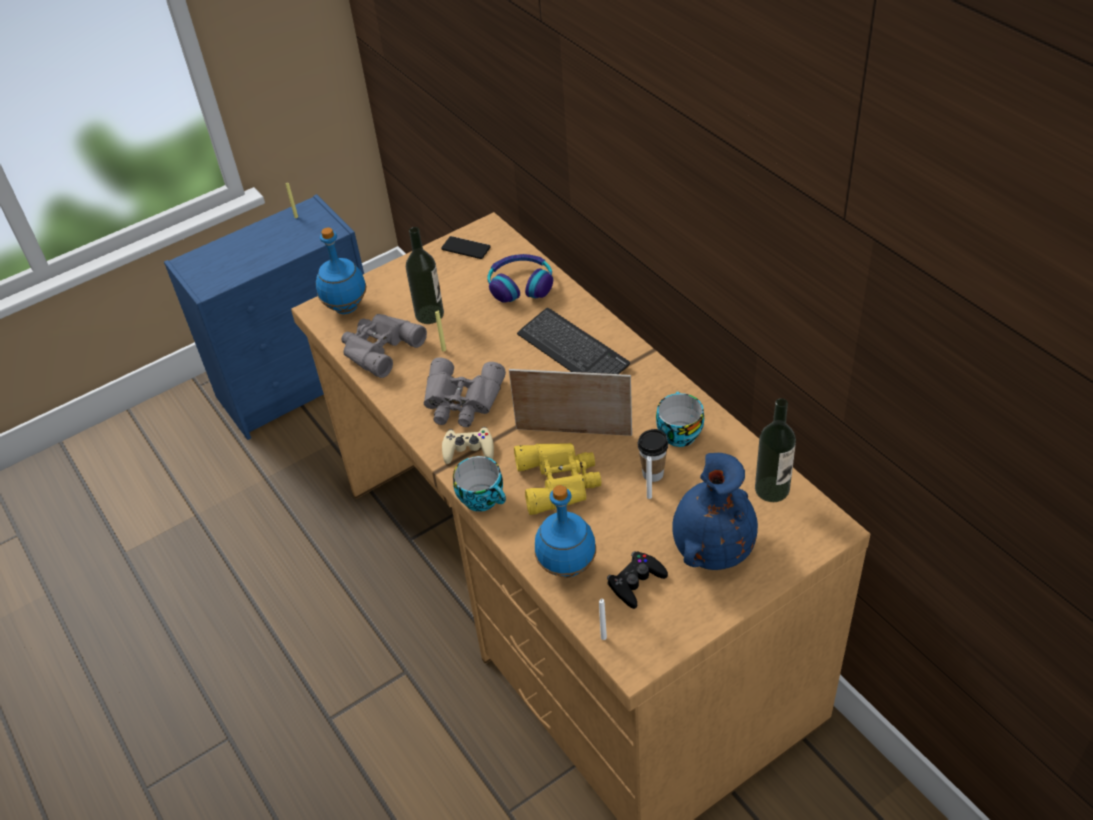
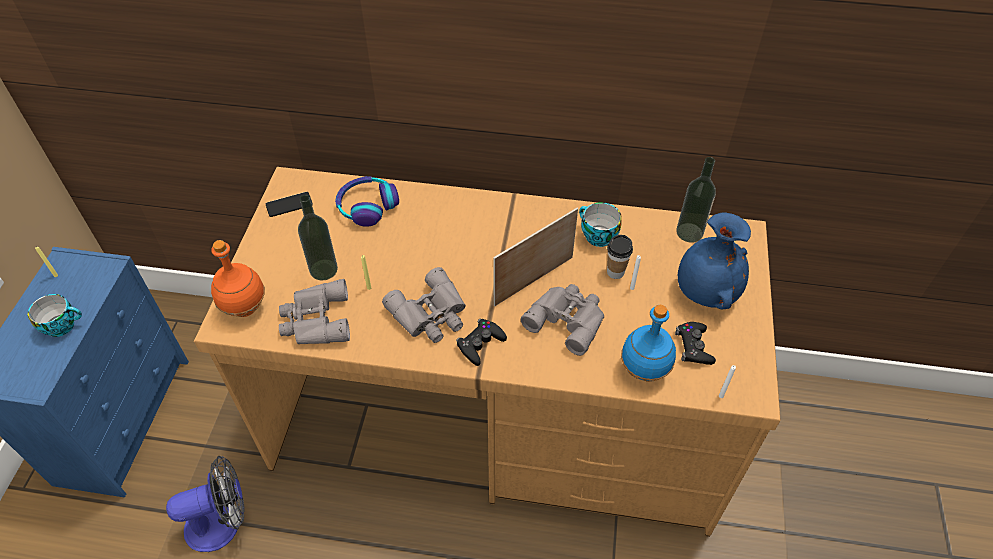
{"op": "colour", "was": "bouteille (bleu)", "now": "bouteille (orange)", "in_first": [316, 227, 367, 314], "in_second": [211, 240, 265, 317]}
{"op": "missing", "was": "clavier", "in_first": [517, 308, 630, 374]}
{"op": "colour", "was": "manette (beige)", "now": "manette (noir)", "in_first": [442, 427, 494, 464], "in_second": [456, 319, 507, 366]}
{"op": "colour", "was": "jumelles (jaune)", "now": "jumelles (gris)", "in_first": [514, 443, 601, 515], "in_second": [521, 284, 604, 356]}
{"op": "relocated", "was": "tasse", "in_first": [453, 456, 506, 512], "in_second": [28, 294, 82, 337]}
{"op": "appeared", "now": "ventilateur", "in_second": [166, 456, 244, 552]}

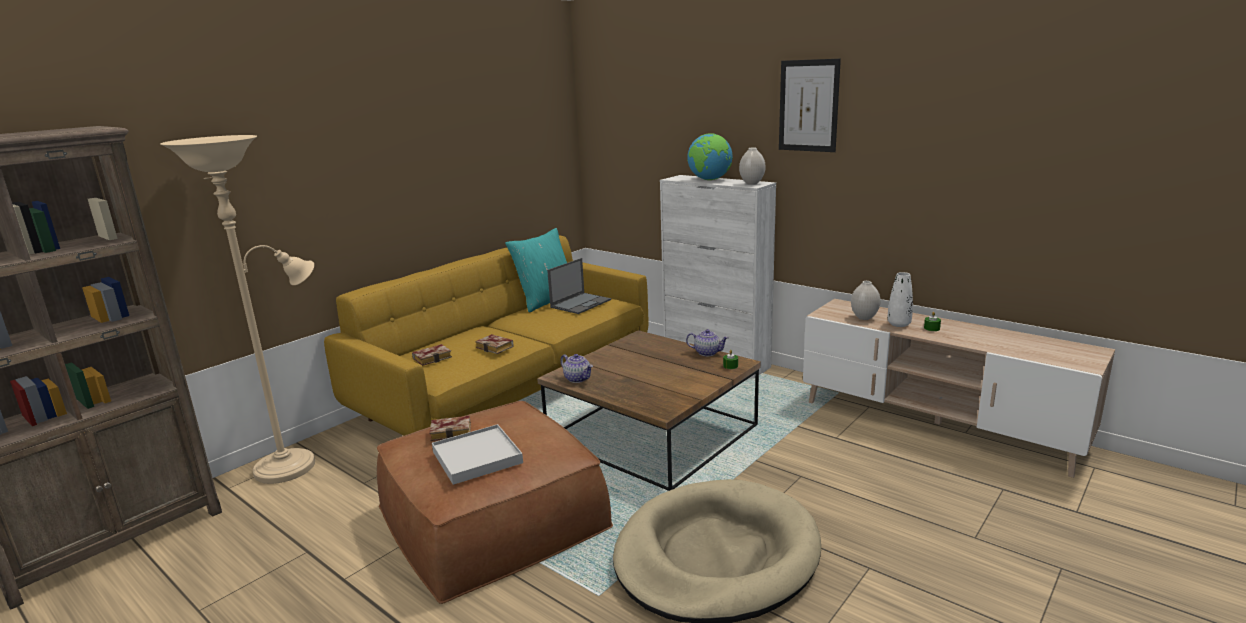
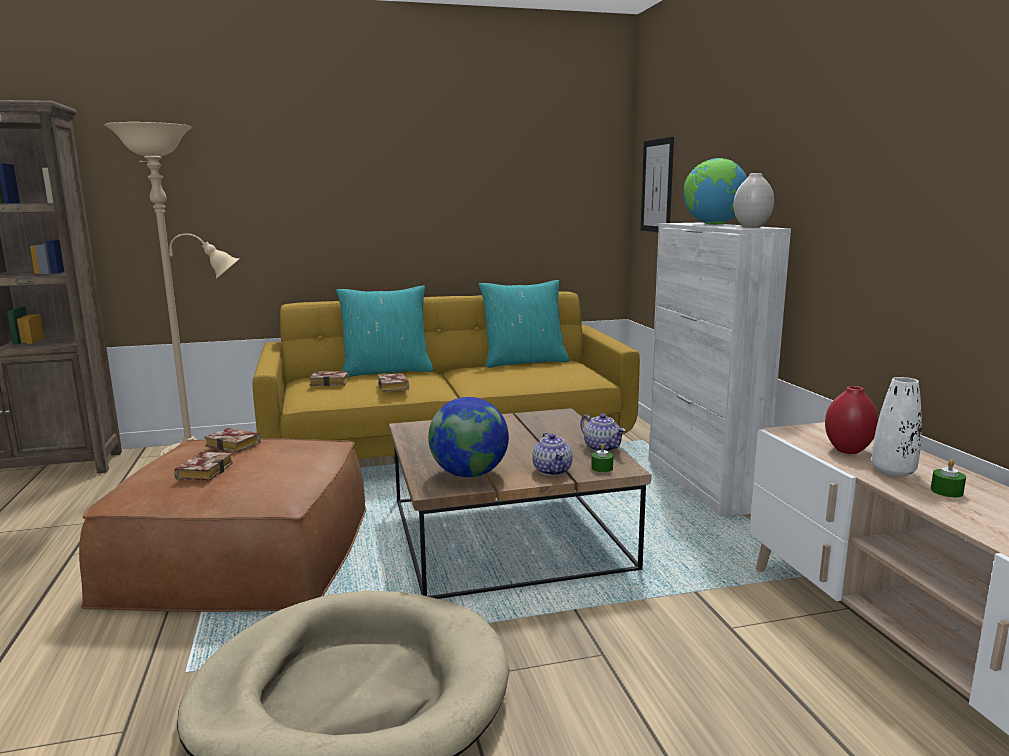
{"op": "relocated", "was": "tableau", "in_first": [779, 59, 841, 152], "in_second": [641, 137, 674, 232]}
{"op": "missing", "was": "ordinateur portable", "in_first": [547, 258, 611, 314]}
{"op": "colour", "was": "vase (blanc)", "now": "vase (rouge)", "in_first": [851, 281, 881, 320], "in_second": [825, 386, 879, 454]}
{"op": "relocated", "was": "théière", "in_first": [560, 354, 593, 383], "in_second": [532, 433, 573, 476]}
{"op": "exchanged", "was": "plateau (blanc)", "now": "livre", "in_first": [432, 424, 523, 485], "in_second": [174, 452, 233, 481]}
{"op": "appeared", "now": "coussin (turquoise)", "in_second": [336, 286, 433, 377]}
{"op": "appeared", "now": "globe", "in_second": [428, 397, 509, 477]}

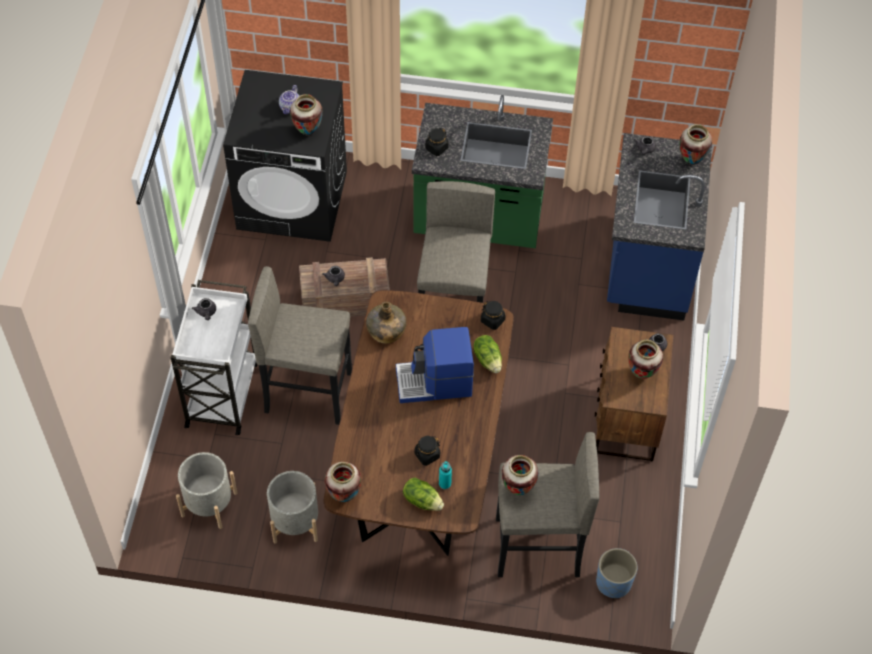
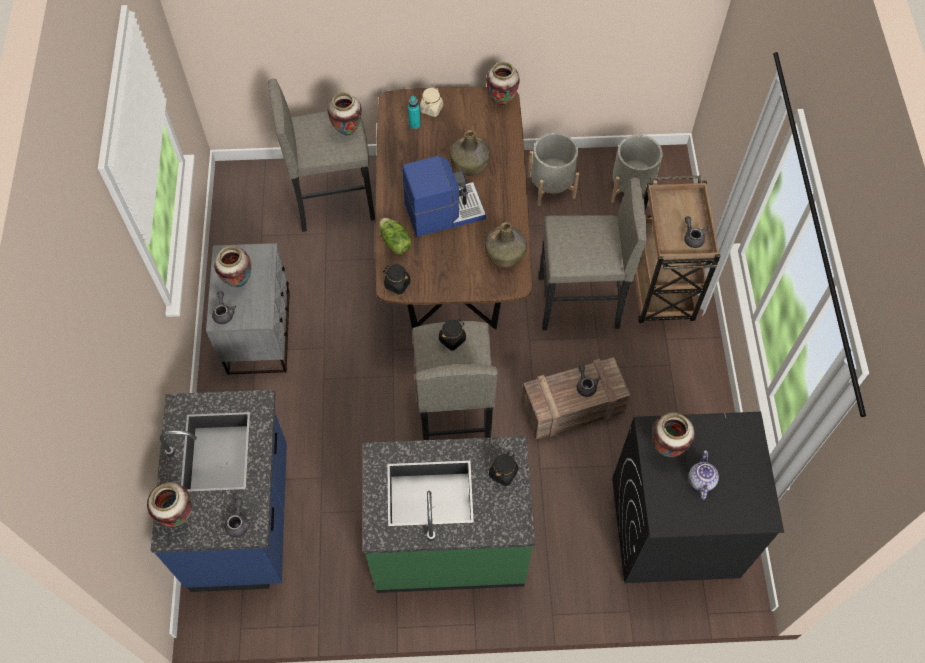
{"op": "colour", "was": "chariot (blanc)", "now": "chariot (marron)", "in_first": [170, 280, 257, 435], "in_second": [635, 176, 721, 323]}
{"op": "colour", "was": "table de chevet (marron)", "now": "table de chevet (gris)", "in_first": [595, 327, 673, 461], "in_second": [206, 243, 290, 375]}
{"op": "relocated", "was": "bocal (noir)", "in_first": [414, 436, 440, 466], "in_second": [439, 320, 466, 350]}
{"op": "exchanged", "was": "laitue", "now": "bocal (beige)", "in_first": [403, 478, 444, 511], "in_second": [420, 87, 443, 117]}
{"op": "missing", "was": "cache-pot (bleu)", "in_first": [596, 548, 637, 598]}
{"op": "appeared", "now": "bouteille (vert)", "in_second": [450, 130, 490, 176]}

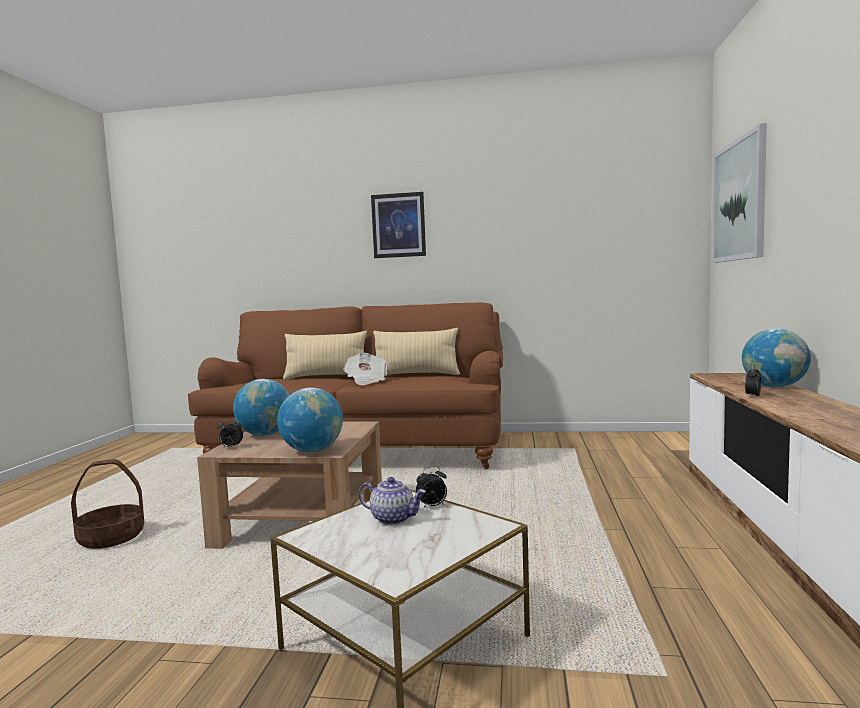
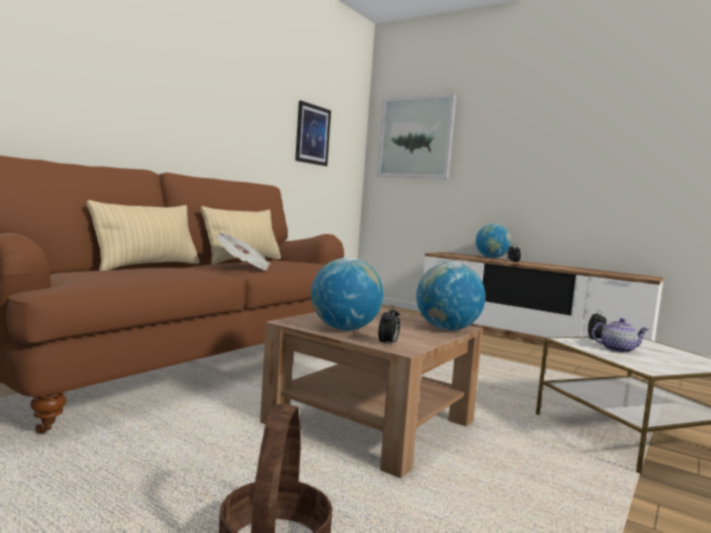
{"op": "relocated", "was": "tableau", "in_first": [371, 192, 426, 258], "in_second": [295, 101, 331, 166]}
{"op": "spun", "was": "théière", "in_first": [359, 477, 426, 525], "in_second": [592, 318, 649, 353], "clockwise": 45}

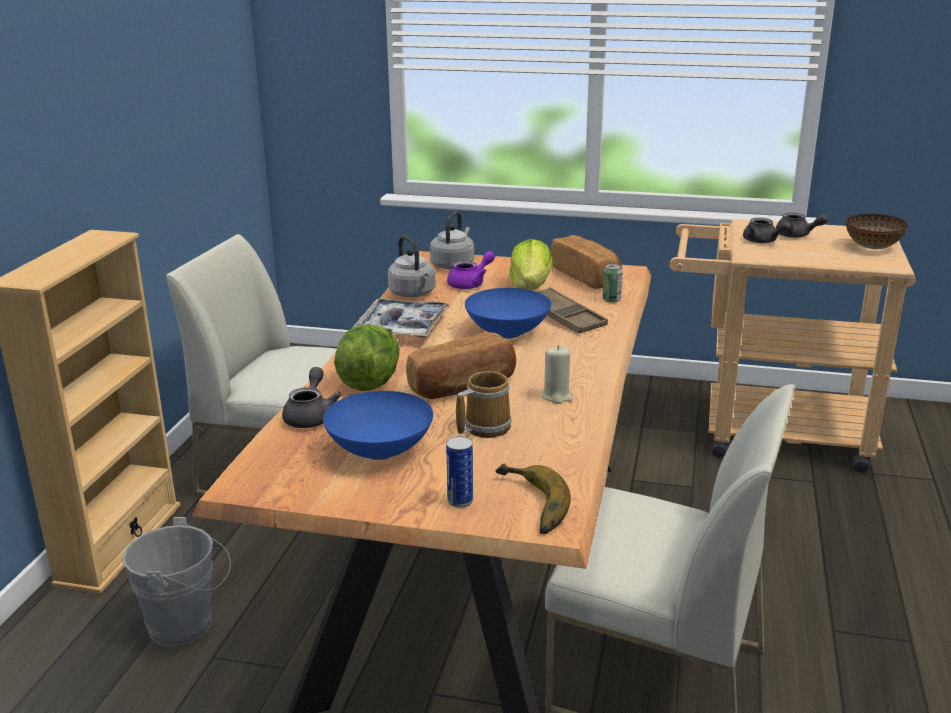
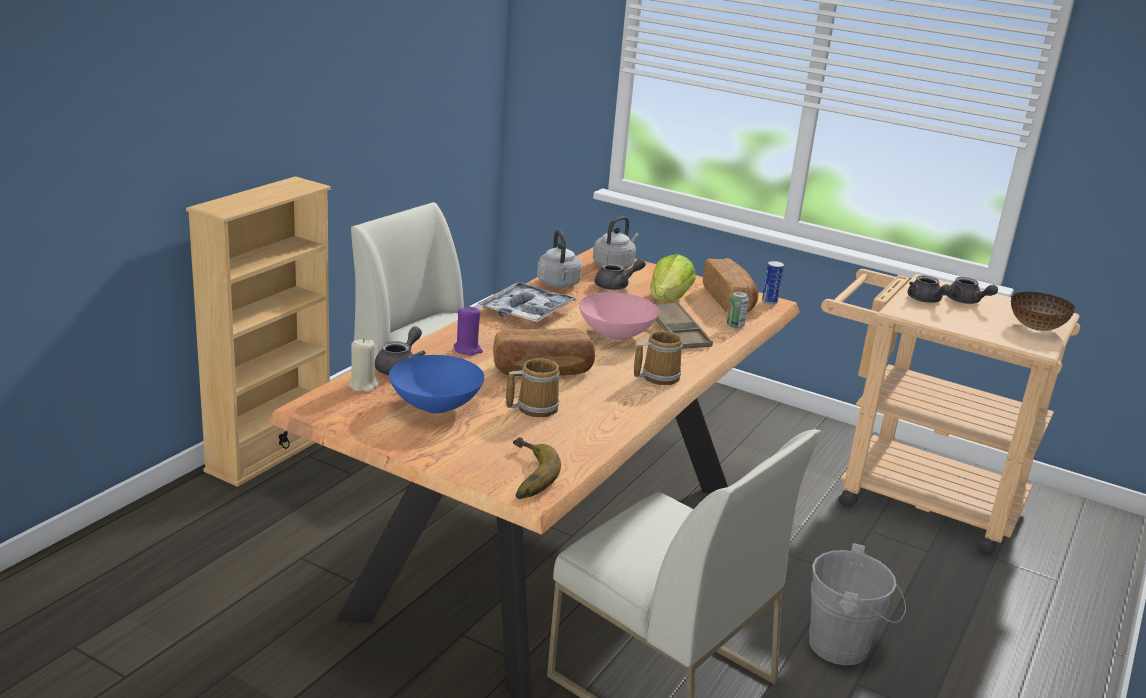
{"op": "colour", "was": "théière (violet)", "now": "théière (gris)", "in_first": [447, 251, 495, 289], "in_second": [595, 258, 646, 290]}
{"op": "colour", "was": "bol (bleu)", "now": "bol (rose)", "in_first": [465, 288, 551, 338], "in_second": [579, 292, 659, 340]}
{"op": "exchanged", "was": "laitue", "now": "bougie (violet)", "in_first": [334, 324, 400, 391], "in_second": [454, 306, 483, 356]}
{"op": "relocated", "was": "bougie (beige)", "in_first": [542, 345, 573, 404], "in_second": [348, 338, 379, 392]}
{"op": "relocated", "was": "boîte métallique", "in_first": [446, 436, 473, 508], "in_second": [762, 261, 784, 305]}
{"op": "relocated", "was": "seau (gris)", "in_first": [122, 517, 231, 646], "in_second": [809, 543, 906, 665]}
{"op": "appeared", "now": "mug", "in_second": [634, 331, 683, 385]}

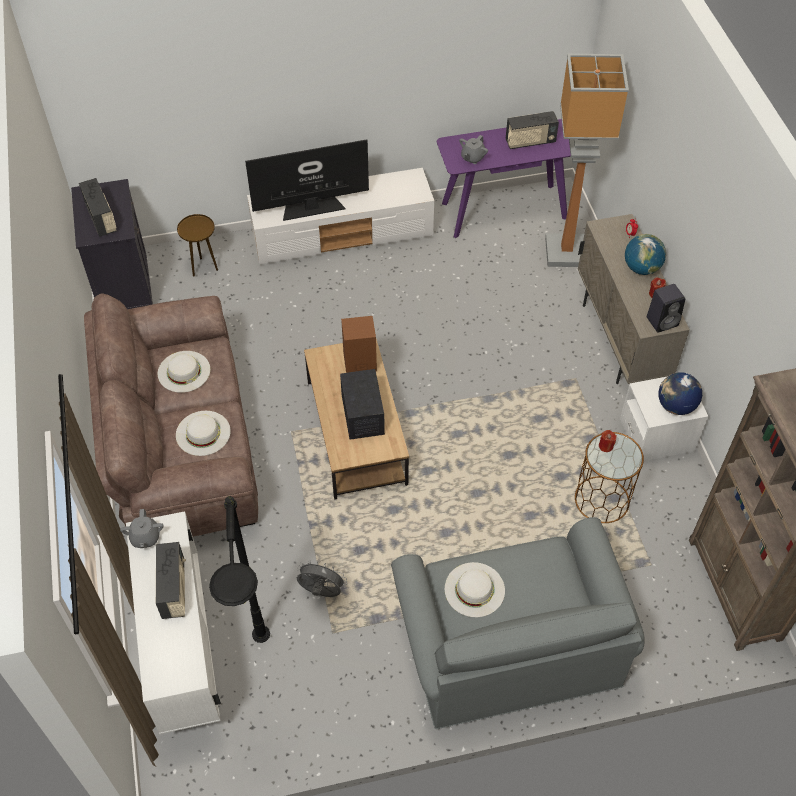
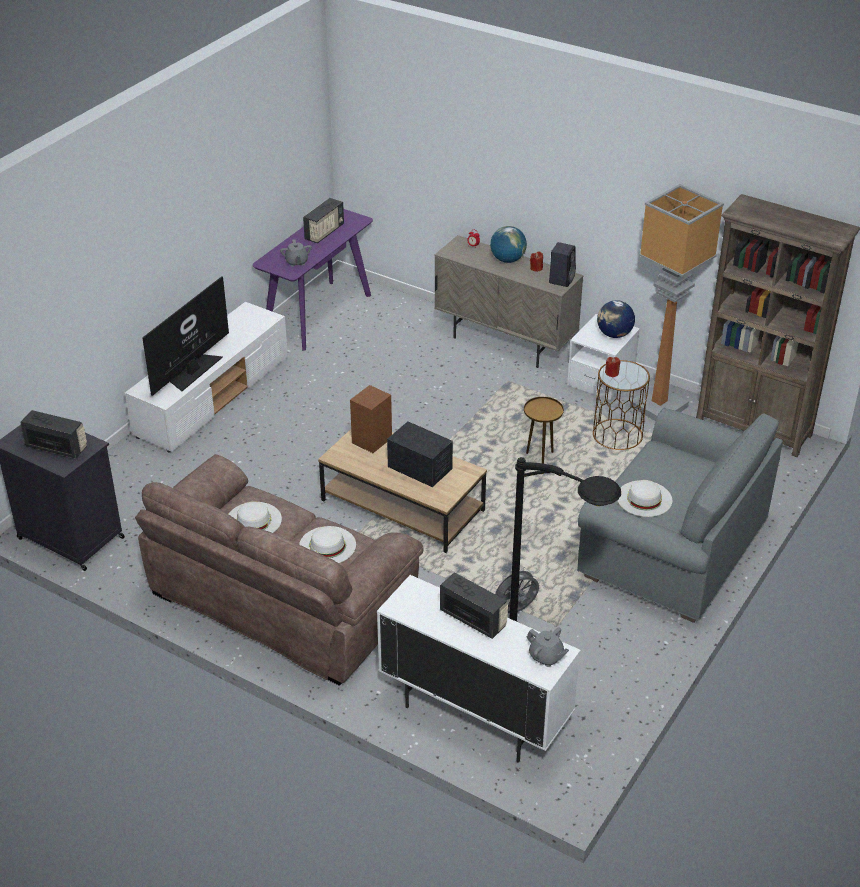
{"op": "relocated", "was": "lampadaire", "in_first": [545, 54, 629, 267], "in_second": [630, 184, 724, 421]}
{"op": "relocated", "was": "table d'appoint (marron)", "in_first": [177, 214, 218, 277], "in_second": [524, 397, 564, 464]}
{"op": "relocated", "was": "théière (gris)", "in_first": [120, 509, 164, 548], "in_second": [526, 627, 569, 667]}

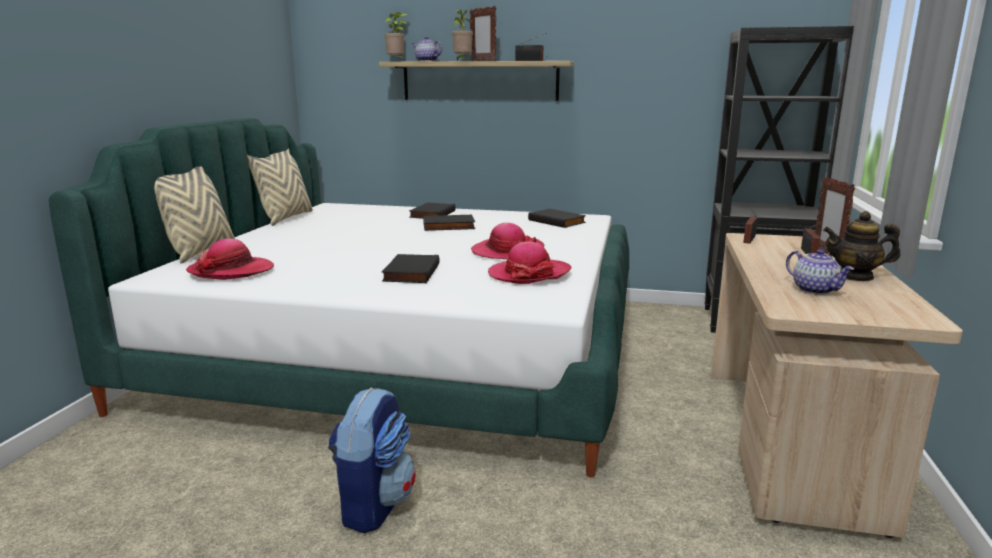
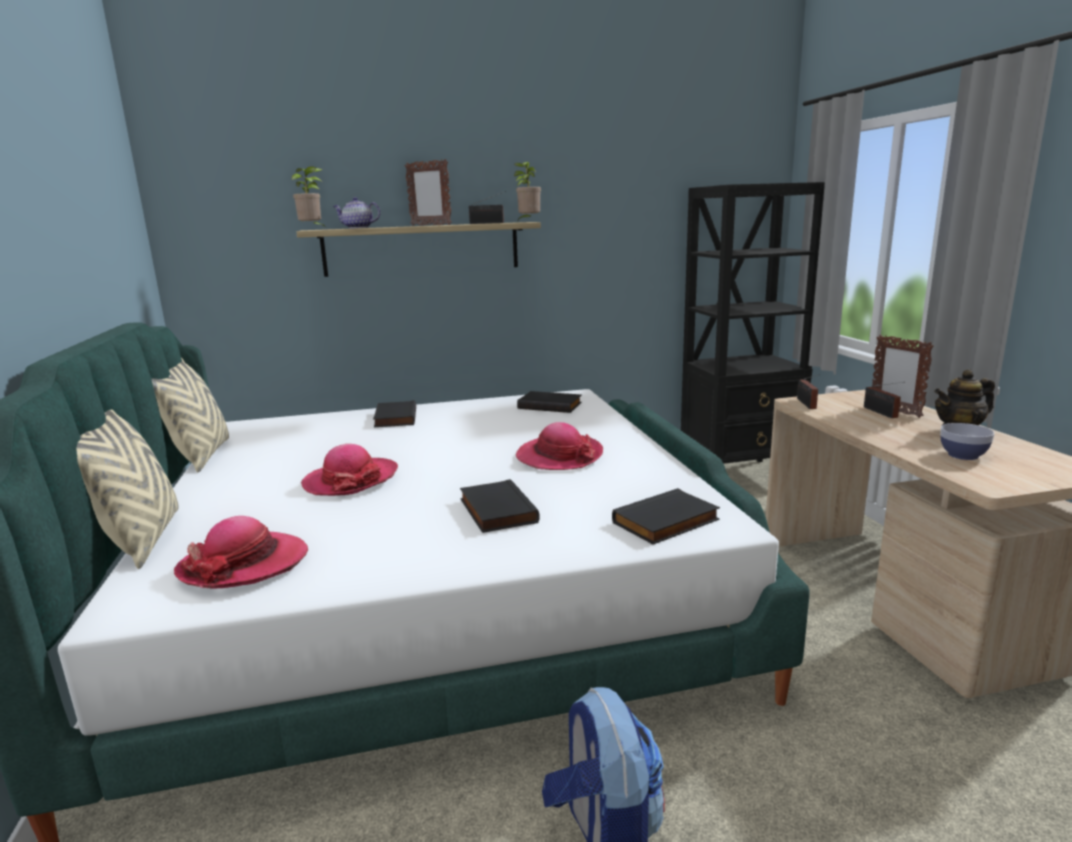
{"op": "relocated", "was": "plante en pot", "in_first": [452, 10, 473, 61], "in_second": [514, 162, 541, 222]}
{"op": "relocated", "was": "livre (noir)", "in_first": [423, 215, 475, 231], "in_second": [612, 488, 720, 544]}
{"op": "relocated", "was": "chapeau", "in_first": [488, 241, 571, 284], "in_second": [301, 444, 398, 496]}
{"op": "exchanged", "was": "théière", "now": "bol", "in_first": [786, 249, 854, 295], "in_second": [940, 423, 995, 460]}

